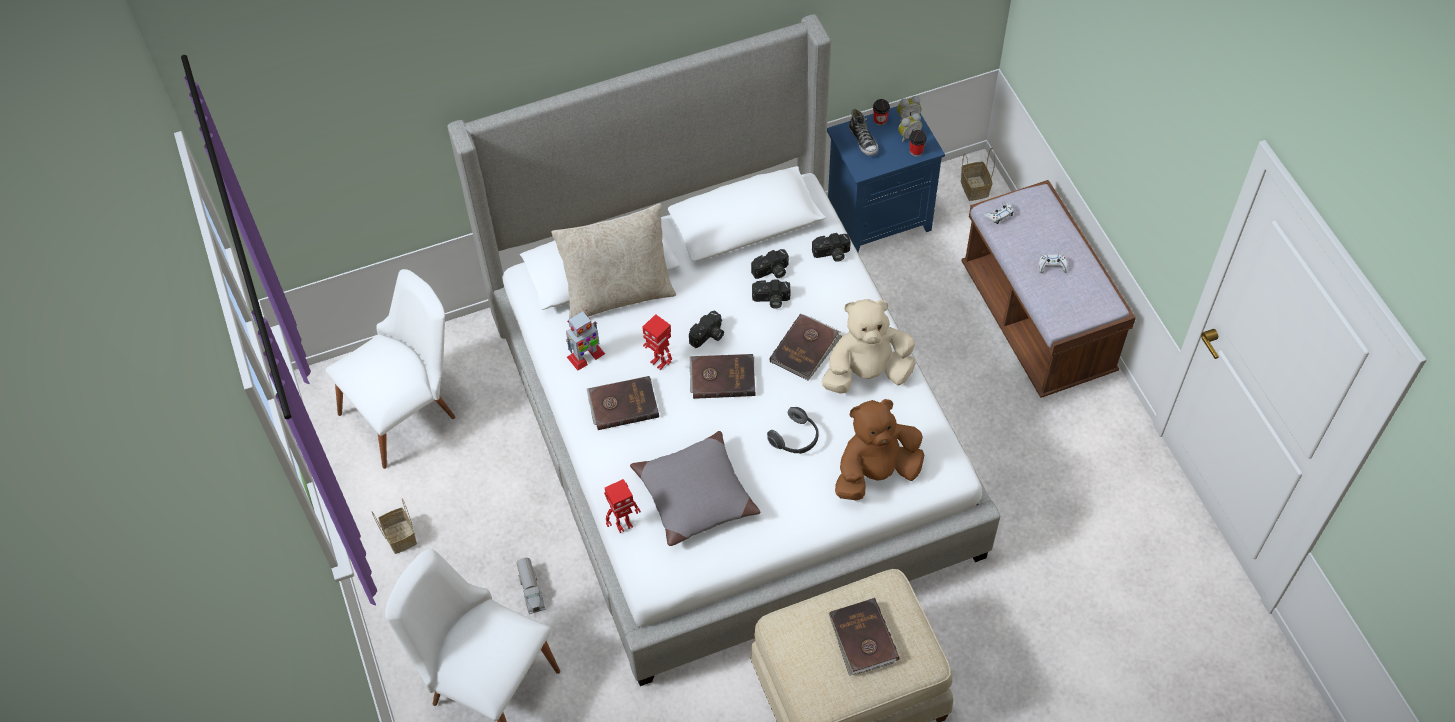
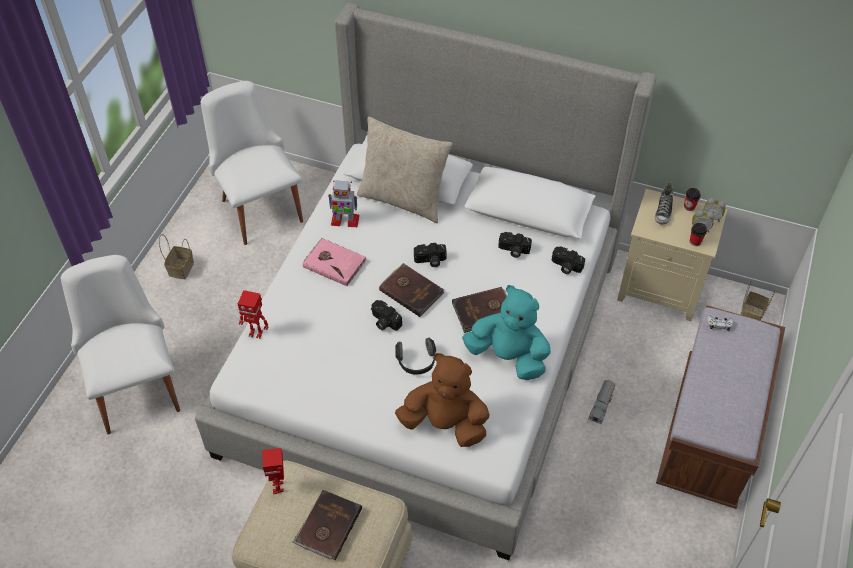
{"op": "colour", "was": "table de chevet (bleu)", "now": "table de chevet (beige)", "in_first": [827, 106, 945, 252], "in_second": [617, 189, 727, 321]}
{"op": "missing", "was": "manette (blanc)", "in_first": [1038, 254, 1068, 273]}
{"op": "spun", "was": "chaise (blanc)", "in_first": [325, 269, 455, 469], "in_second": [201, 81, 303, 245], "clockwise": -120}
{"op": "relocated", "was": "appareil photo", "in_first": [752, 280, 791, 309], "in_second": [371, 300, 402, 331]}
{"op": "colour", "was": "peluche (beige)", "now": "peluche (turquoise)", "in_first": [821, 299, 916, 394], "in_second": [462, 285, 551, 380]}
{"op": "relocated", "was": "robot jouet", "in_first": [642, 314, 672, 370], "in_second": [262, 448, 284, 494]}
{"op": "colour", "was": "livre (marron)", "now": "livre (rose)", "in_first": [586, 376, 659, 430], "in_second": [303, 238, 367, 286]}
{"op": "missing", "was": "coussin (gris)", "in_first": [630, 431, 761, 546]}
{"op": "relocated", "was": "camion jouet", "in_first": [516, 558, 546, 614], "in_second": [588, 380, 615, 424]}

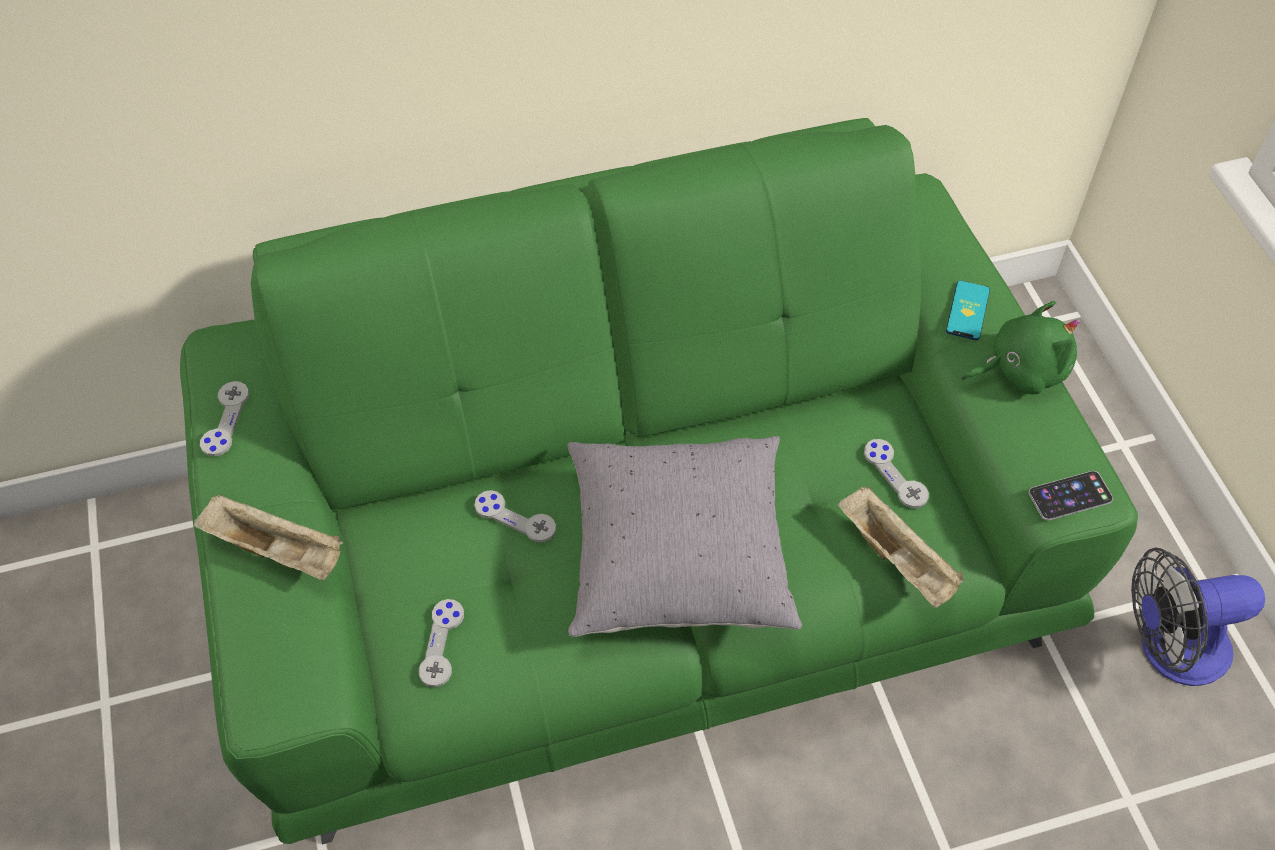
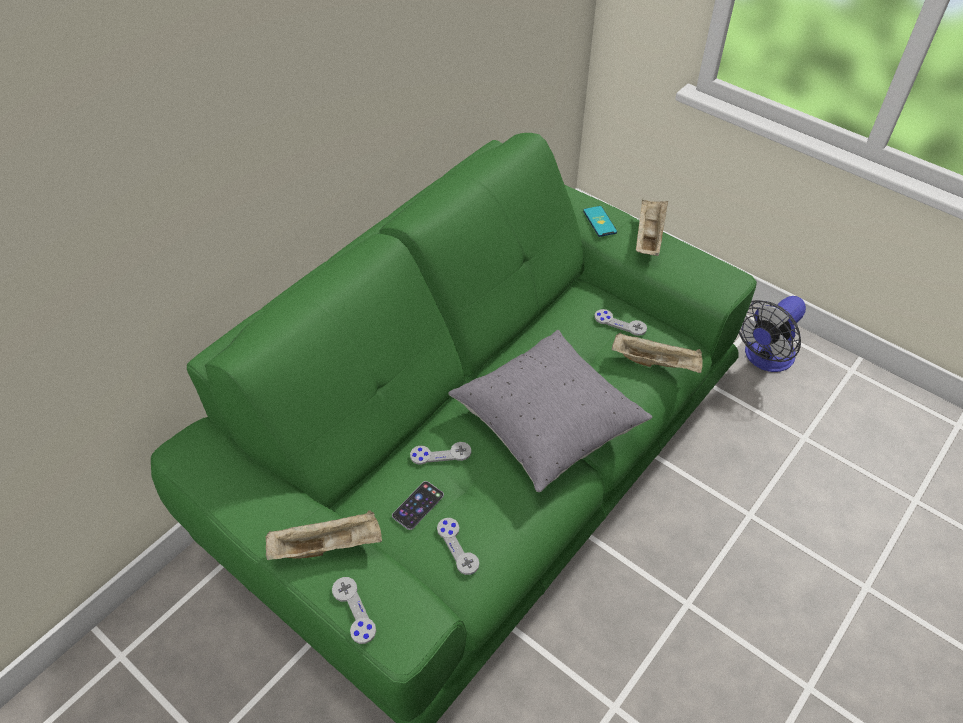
{"op": "exchanged", "was": "peluche (vert)", "now": "plateau (beige)", "in_first": [961, 301, 1080, 395], "in_second": [636, 199, 668, 256]}
{"op": "relocated", "was": "manette (gris)", "in_first": [200, 381, 249, 456], "in_second": [332, 577, 376, 644]}
{"op": "relocated", "was": "téléphone", "in_first": [1029, 471, 1113, 520], "in_second": [392, 481, 444, 530]}

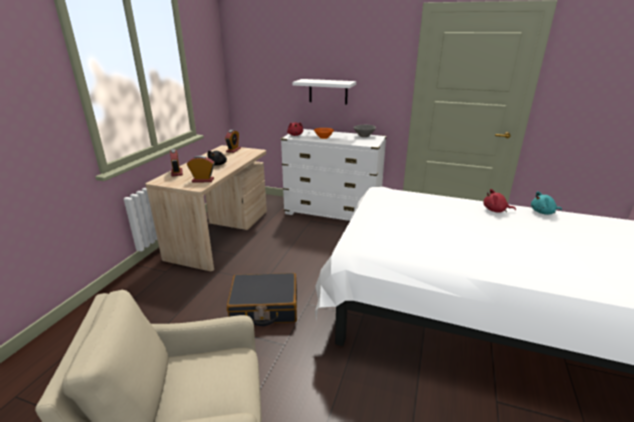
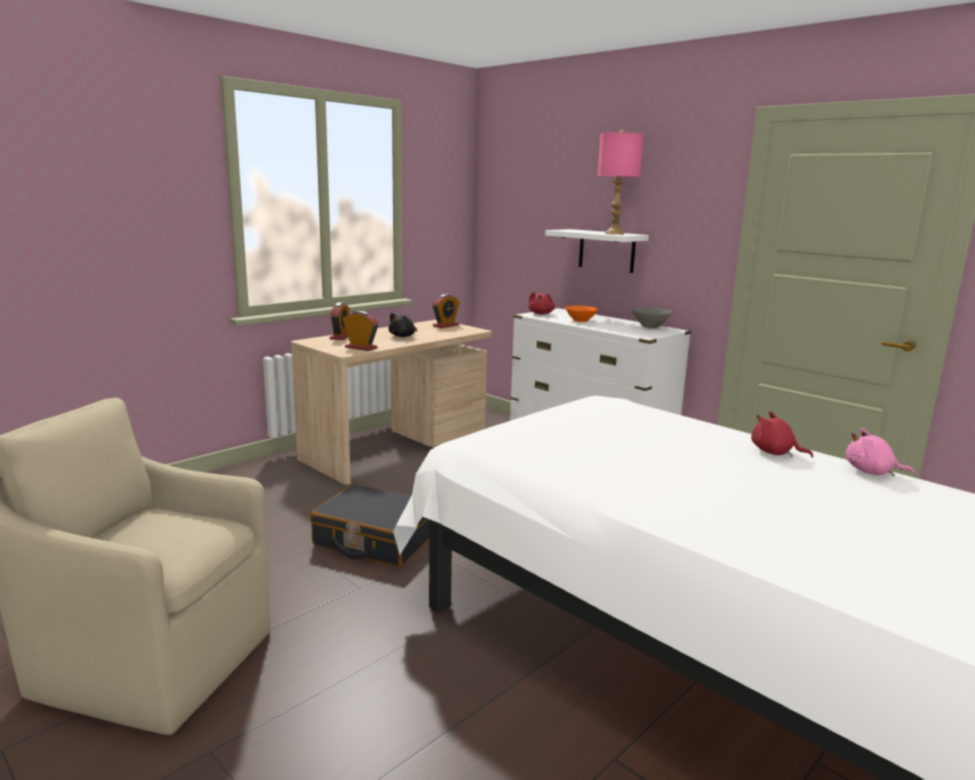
{"op": "colour", "was": "peluche (turquoise)", "now": "peluche (rose)", "in_first": [531, 191, 562, 215], "in_second": [846, 428, 915, 477]}
{"op": "appeared", "now": "lampe de table (rose)", "in_second": [598, 130, 644, 235]}

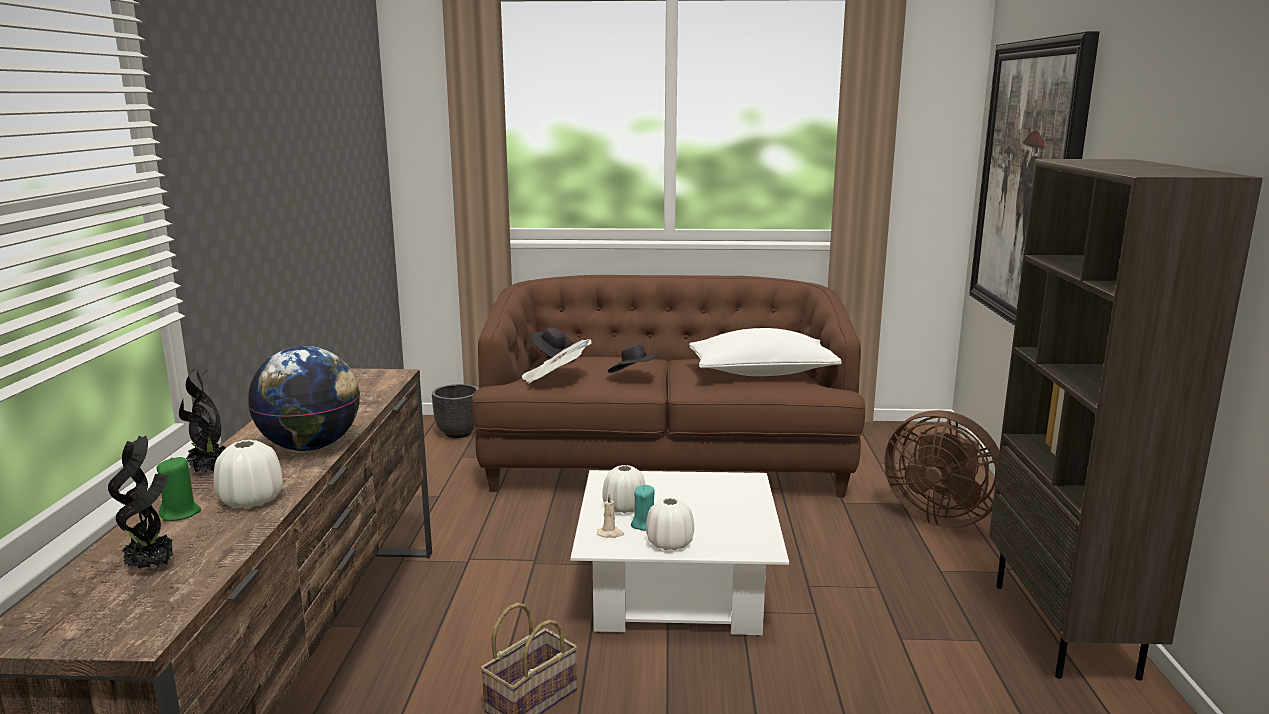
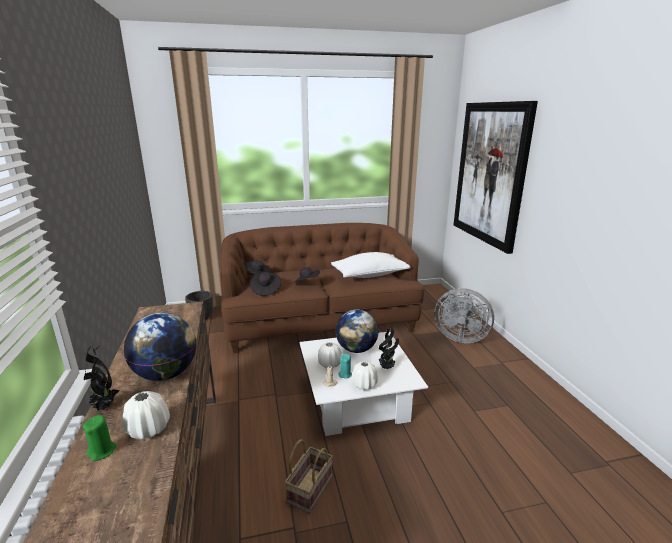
{"op": "missing", "was": "bibliothèque (marron)", "in_first": [989, 159, 1263, 681]}
{"op": "exchanged", "was": "journal", "now": "chapeau (noir)", "in_first": [522, 339, 592, 384], "in_second": [250, 272, 281, 296]}
{"op": "colour", "was": "ventilateur (marron)", "now": "ventilateur (gris)", "in_first": [885, 410, 999, 528], "in_second": [434, 288, 494, 343]}
{"op": "relocated", "was": "plante en pot", "in_first": [108, 436, 174, 570], "in_second": [379, 327, 399, 369]}
{"op": "appeared", "now": "globe", "in_second": [336, 310, 379, 353]}

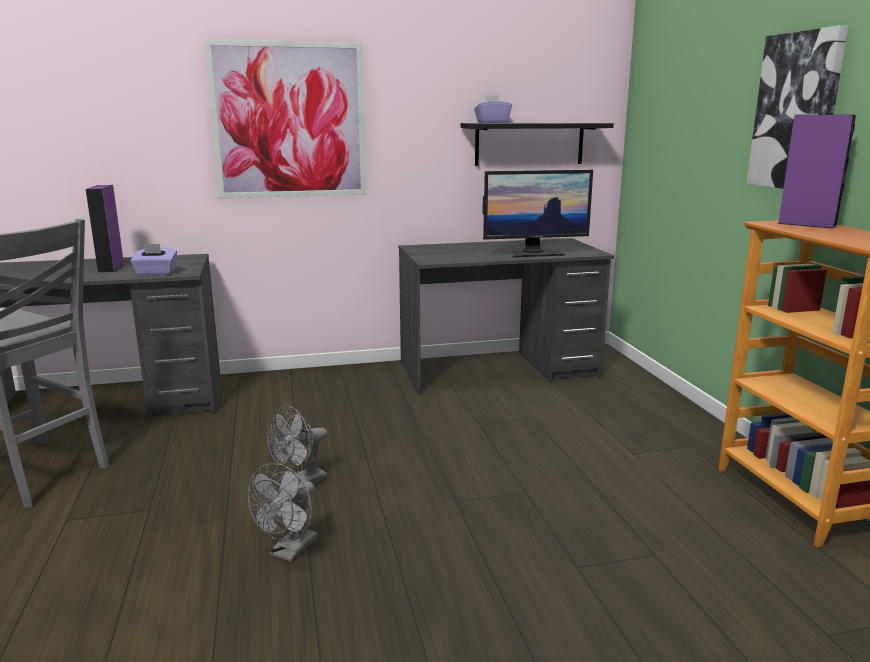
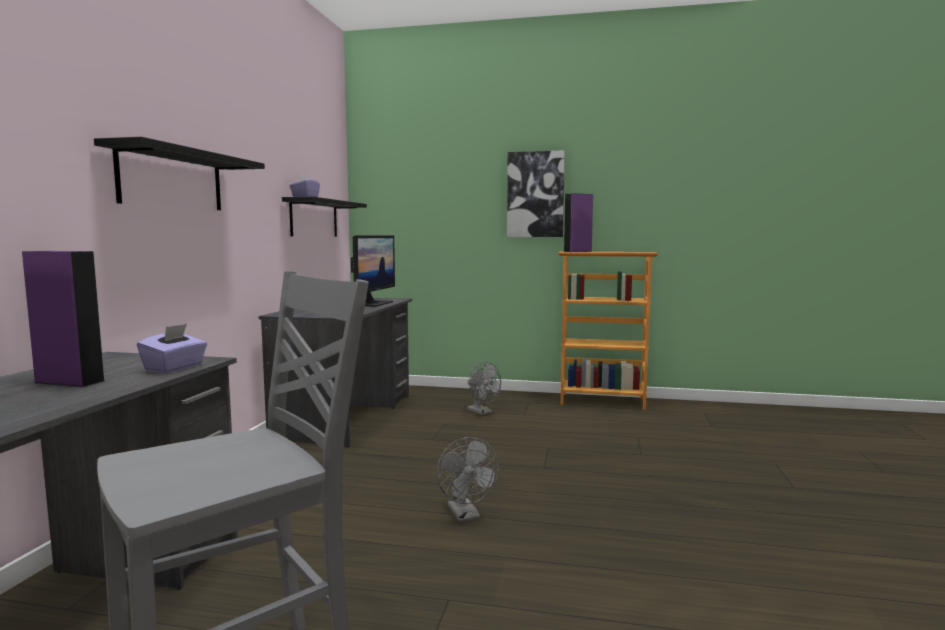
{"op": "exchanged", "was": "tableau", "now": "étagère (noir)", "in_first": [205, 39, 366, 198], "in_second": [94, 137, 265, 210]}
{"op": "relocated", "was": "ventilateur (gris)", "in_first": [248, 463, 318, 562], "in_second": [467, 362, 501, 415]}

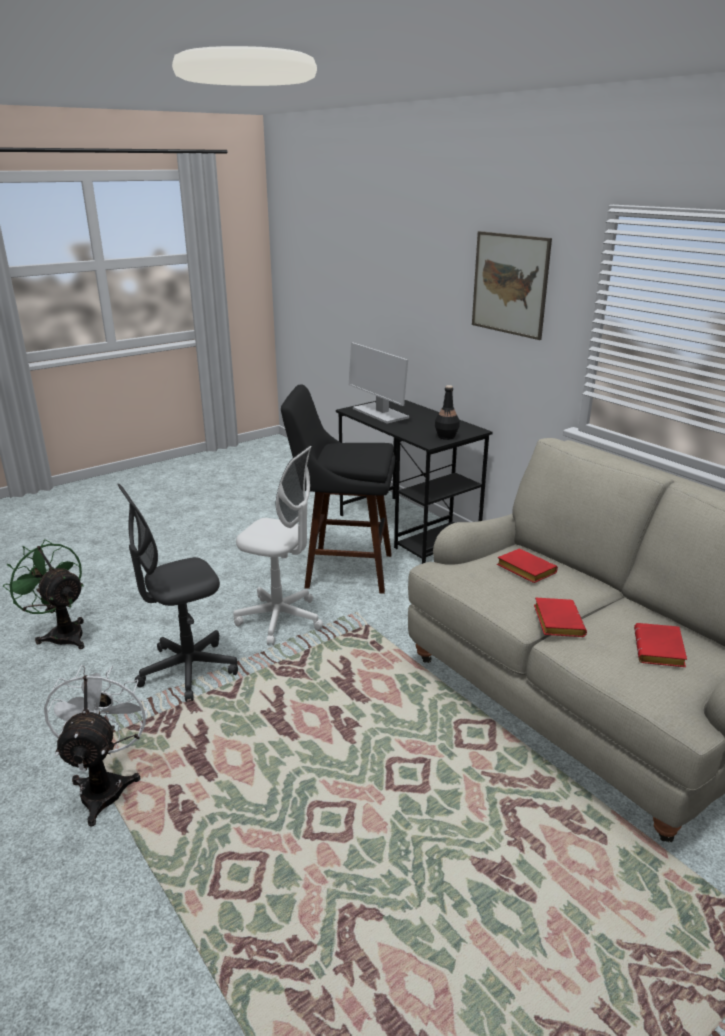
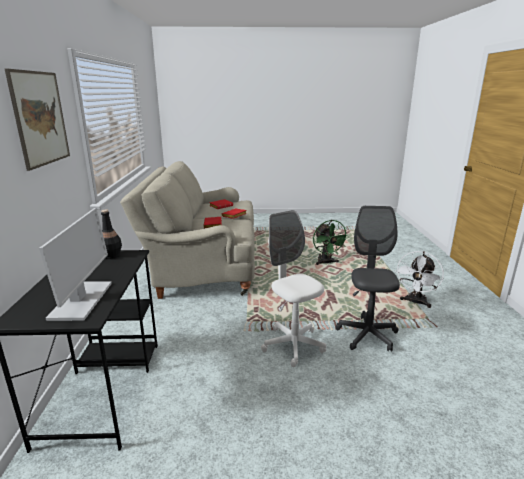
{"op": "missing", "was": "tabouret (noir)", "in_first": [281, 384, 395, 594]}
{"op": "spun", "was": "chaise de bureau (gris)", "in_first": [117, 484, 238, 702], "in_second": [336, 206, 400, 352], "clockwise": -90}
{"op": "relocated", "was": "ventilateur (vert)", "in_first": [3, 539, 84, 649], "in_second": [313, 220, 349, 265]}

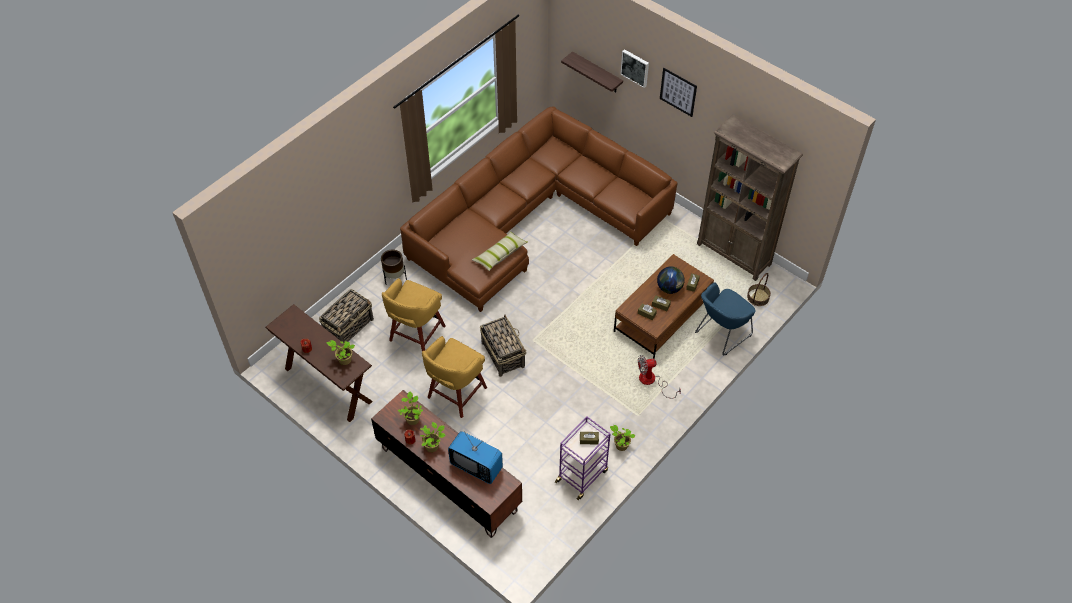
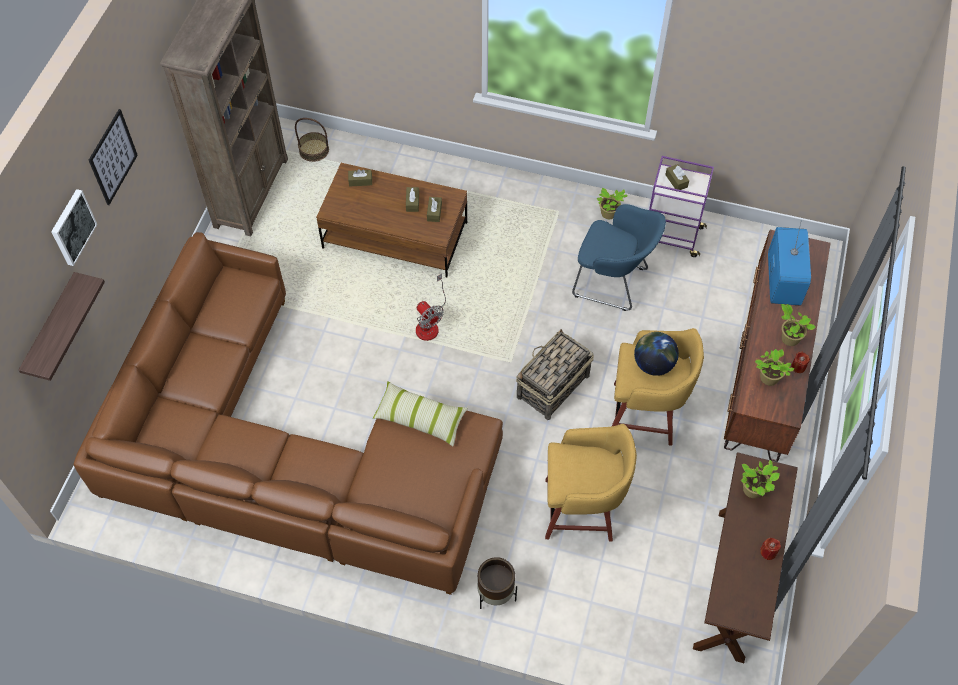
{"op": "relocated", "was": "globe", "in_first": [657, 266, 685, 294], "in_second": [634, 332, 679, 376]}
{"op": "relocated", "was": "fauteuil (bleu)", "in_first": [695, 283, 756, 356], "in_second": [572, 204, 666, 311]}
{"op": "missing", "was": "panier", "in_first": [319, 289, 374, 343]}
{"op": "relocated", "was": "ventilateur", "in_first": [638, 355, 681, 398], "in_second": [416, 274, 446, 341]}

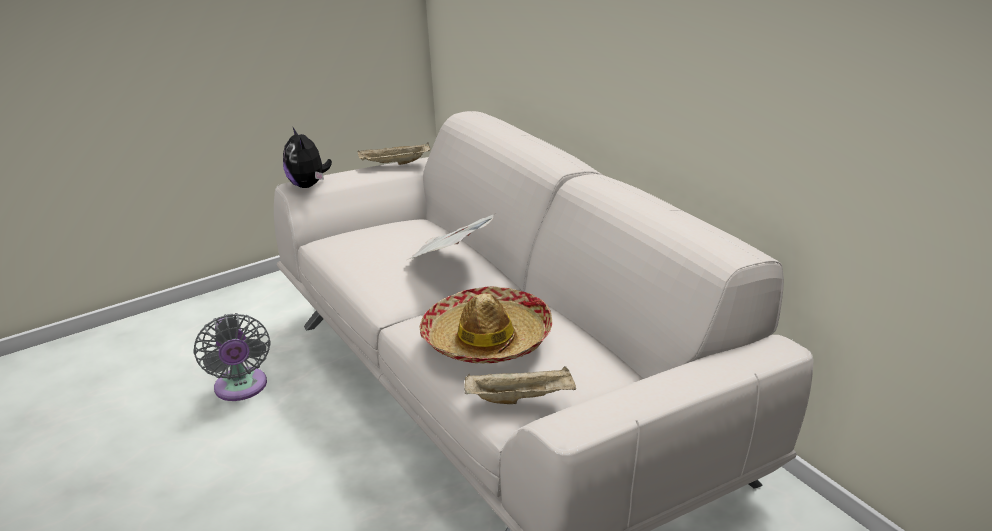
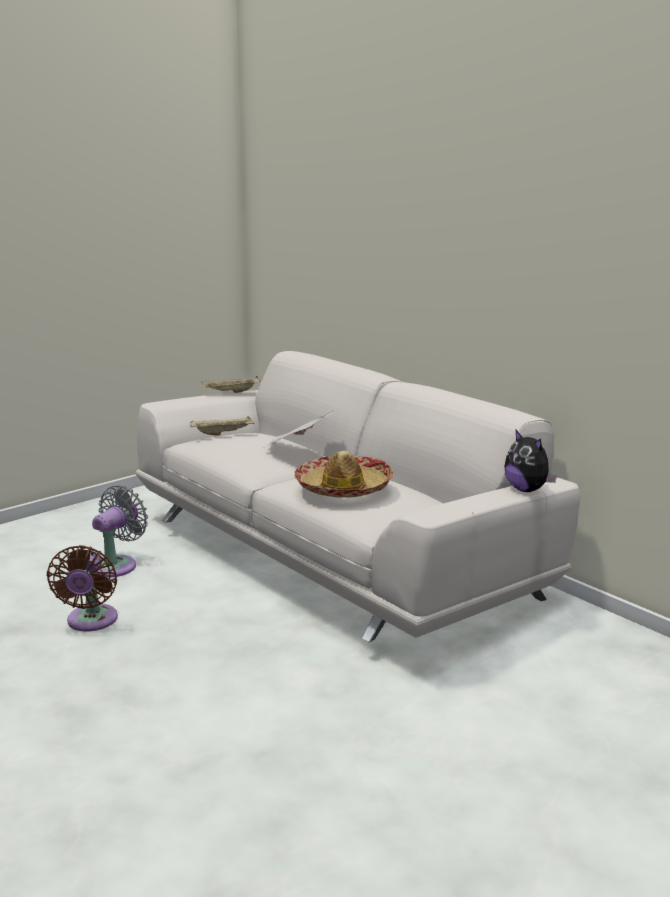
{"op": "relocated", "was": "peluche", "in_first": [283, 126, 332, 188], "in_second": [504, 430, 557, 492]}
{"op": "spun", "was": "ventilateur (gris)", "in_first": [193, 313, 271, 401], "in_second": [92, 485, 148, 577], "clockwise": -120}
{"op": "relocated", "was": "plateau (beige)", "in_first": [464, 366, 576, 404], "in_second": [190, 416, 254, 435]}
{"op": "appeared", "now": "ventilateur (marron)", "in_second": [47, 545, 118, 631]}

